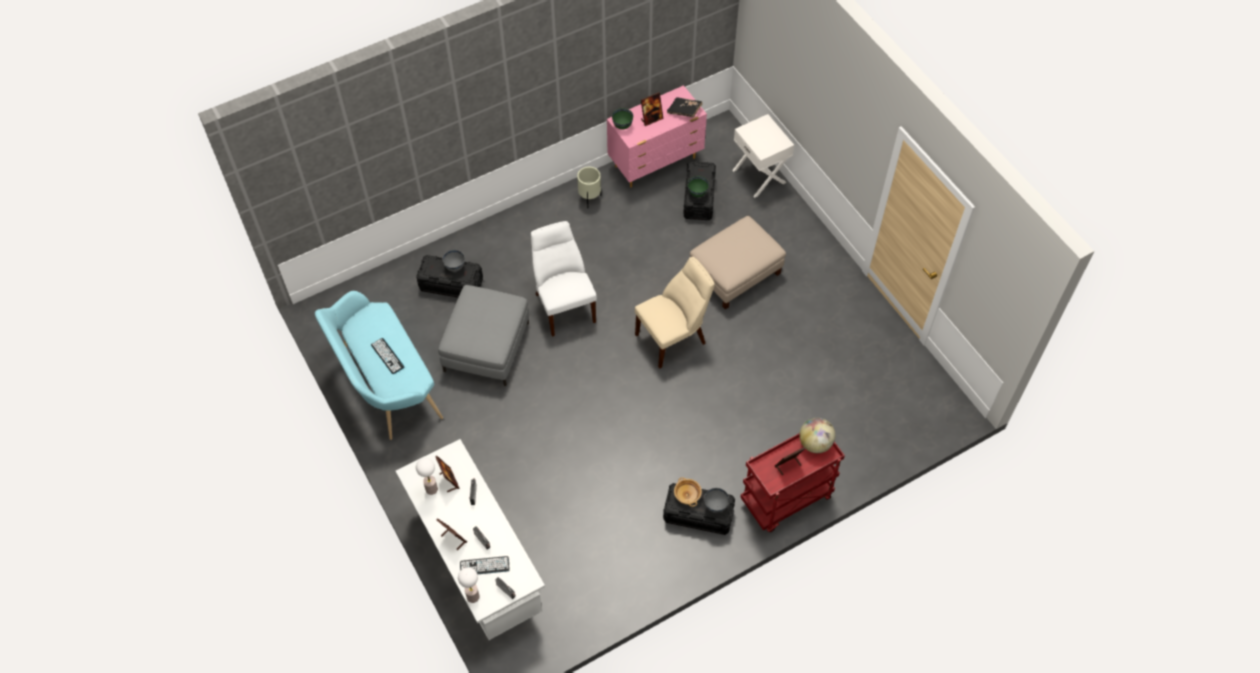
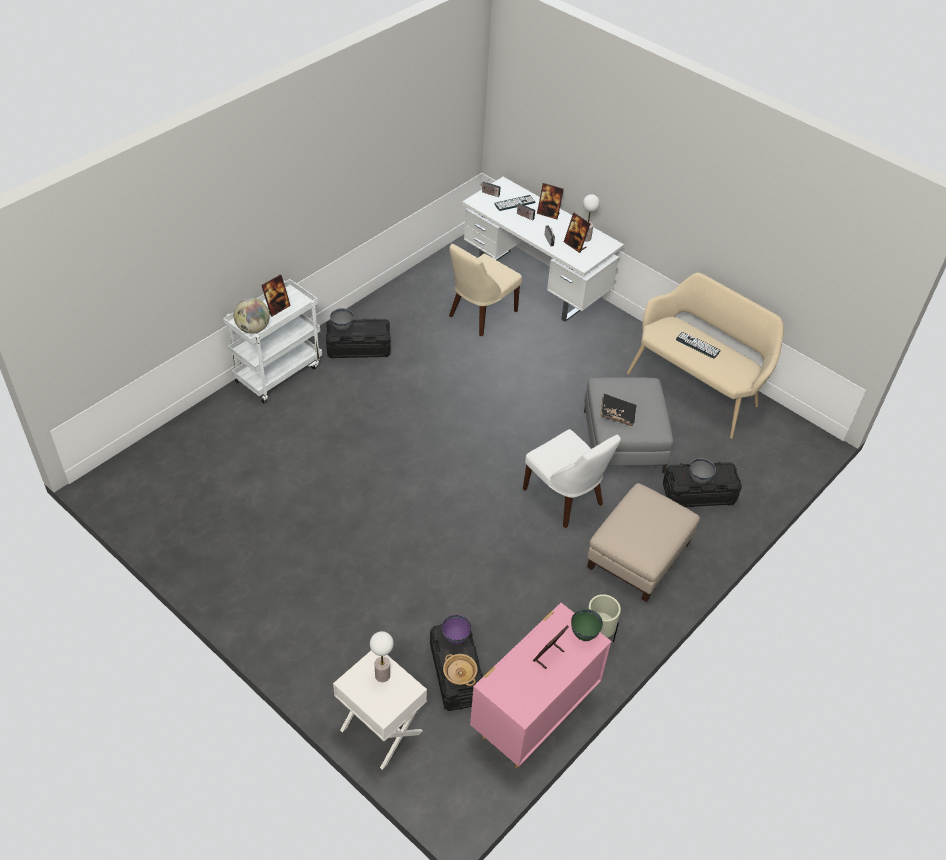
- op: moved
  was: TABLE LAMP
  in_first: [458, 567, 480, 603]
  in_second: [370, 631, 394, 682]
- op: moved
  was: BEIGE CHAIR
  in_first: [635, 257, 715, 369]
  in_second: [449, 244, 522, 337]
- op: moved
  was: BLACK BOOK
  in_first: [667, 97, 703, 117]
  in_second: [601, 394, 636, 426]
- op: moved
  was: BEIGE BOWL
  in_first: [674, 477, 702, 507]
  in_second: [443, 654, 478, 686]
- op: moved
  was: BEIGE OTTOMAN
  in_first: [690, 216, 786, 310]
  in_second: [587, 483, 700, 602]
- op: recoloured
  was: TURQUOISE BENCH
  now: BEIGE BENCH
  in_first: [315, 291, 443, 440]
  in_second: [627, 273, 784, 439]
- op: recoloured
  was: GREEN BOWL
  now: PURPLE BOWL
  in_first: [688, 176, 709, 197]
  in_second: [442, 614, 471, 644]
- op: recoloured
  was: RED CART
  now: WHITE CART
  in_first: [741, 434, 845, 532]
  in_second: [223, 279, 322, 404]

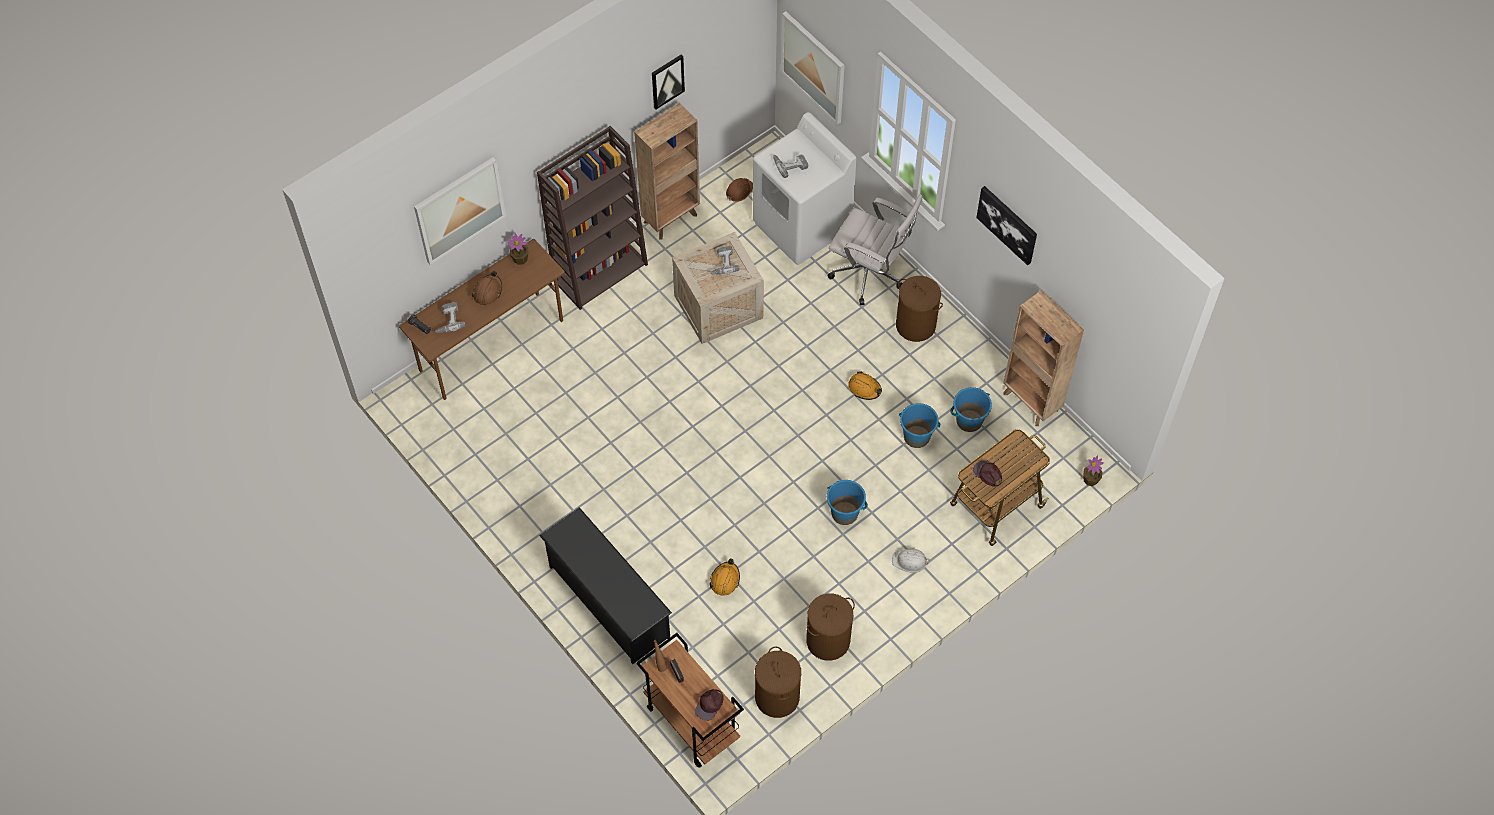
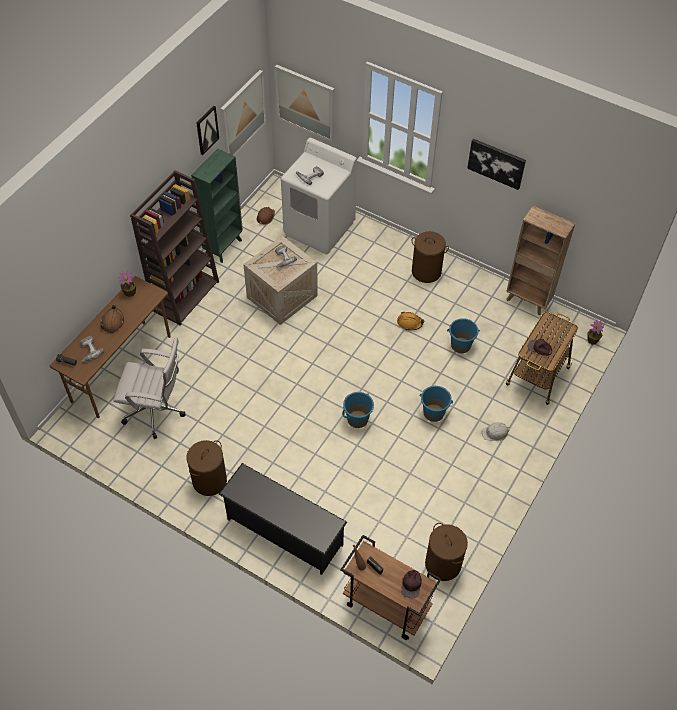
- op: removed
  was: ORANGE HARD HAT
  in_first: [709, 558, 740, 596]
- op: moved
  was: PICTURE
  in_first: [414, 157, 506, 265]
  in_second: [221, 70, 266, 156]
- op: moved
  was: BROWN LAUNDRY BASKET
  in_first: [806, 594, 855, 661]
  in_second: [186, 440, 227, 496]
- op: moved
  was: WHITE OFFICE CHAIR
  in_first: [828, 194, 922, 305]
  in_second: [113, 337, 186, 439]
- op: moved
  was: BLUE BUCKET
  in_first: [950, 387, 992, 432]
  in_second: [342, 392, 374, 428]
- op: recoloured
  was: BROWN BOOKCASE
  now: GREEN BOOKCASE
  in_first: [634, 103, 700, 239]
  in_second: [191, 148, 243, 263]

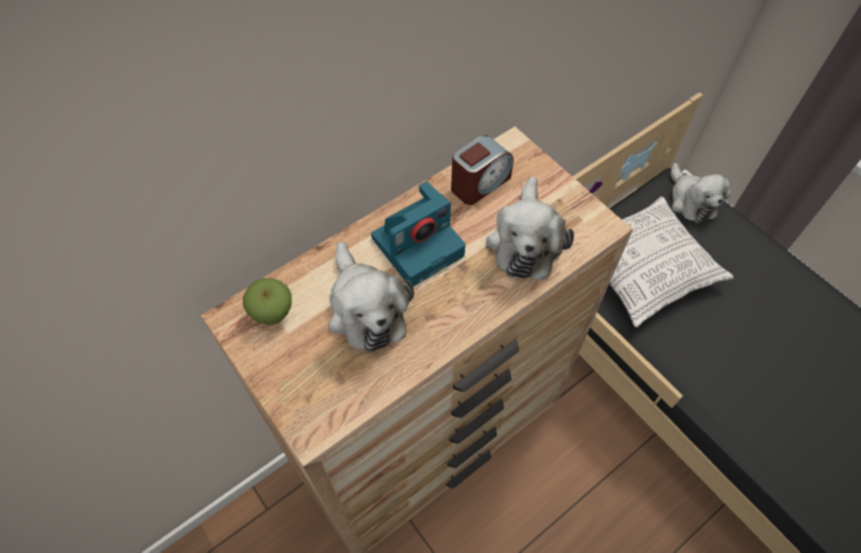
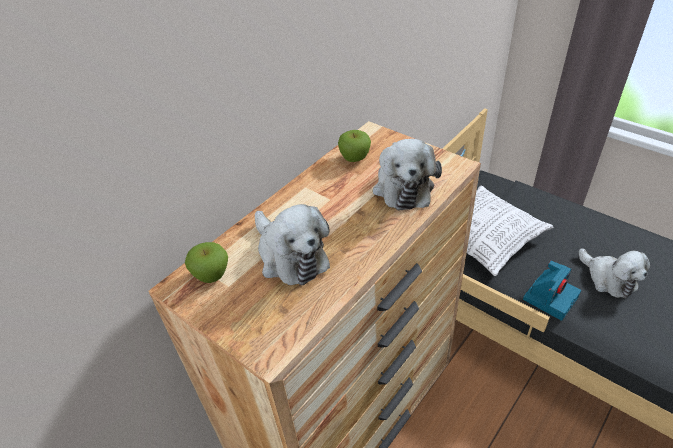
- op: moved
  was: PHOTO CAMERA
  in_first: [371, 181, 466, 287]
  in_second: [523, 261, 581, 321]
- op: moved
  was: PLUSH TOY
  in_first: [670, 163, 731, 223]
  in_second: [579, 248, 650, 298]
- op: replaced
  was: ALARM CLOCK
  now: APPLE
  in_first: [451, 135, 513, 205]
  in_second: [338, 130, 371, 162]

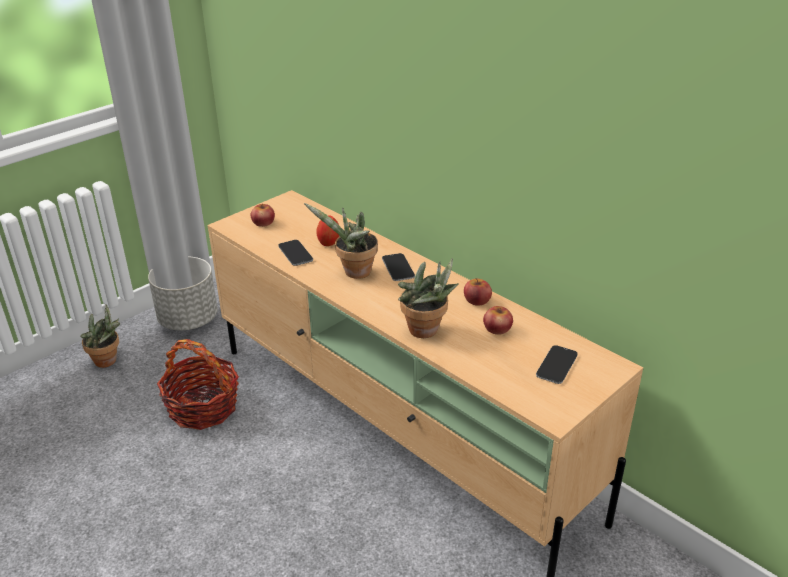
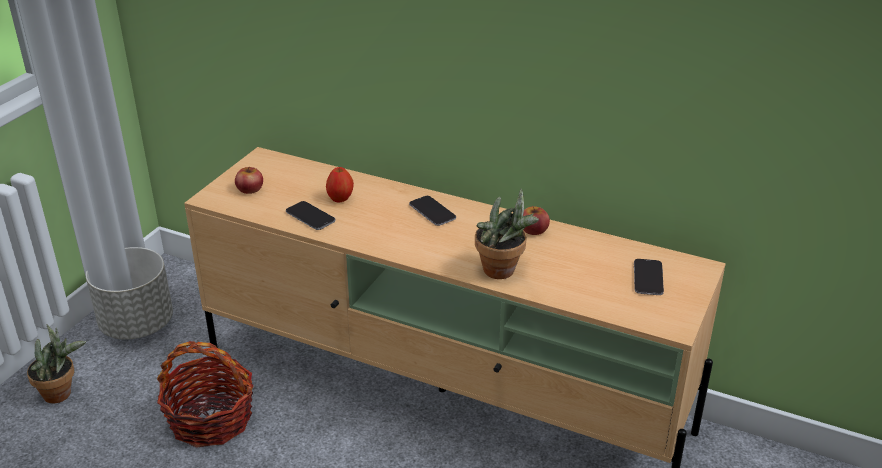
- op: removed
  was: POTTED PLANT
  in_first: [304, 203, 378, 279]
- op: removed
  was: APPLE
  in_first: [483, 306, 513, 335]

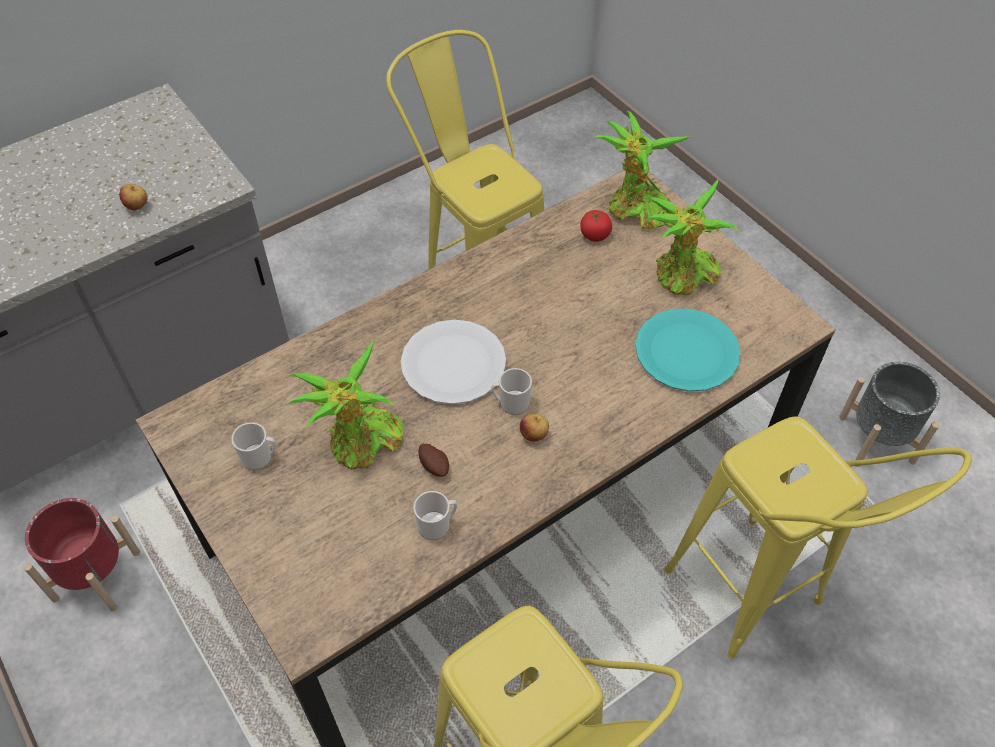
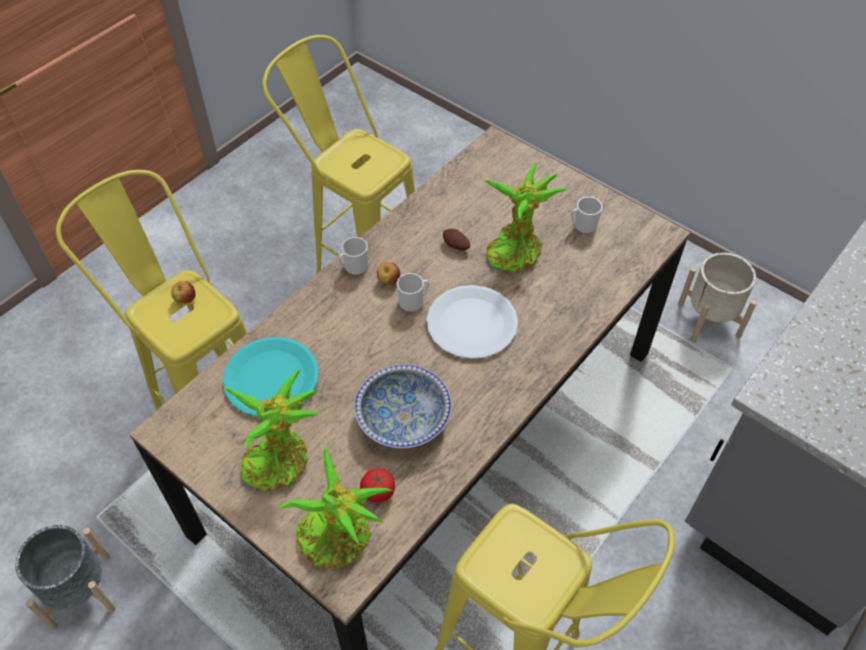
- op: added
  now: BOWL
  in_second: [354, 365, 452, 448]
- op: moved
  was: APPLE
  in_first: [119, 184, 148, 210]
  in_second: [171, 281, 196, 304]
- op: moved
  was: MUG
  in_first: [413, 491, 457, 540]
  in_second: [338, 237, 368, 275]
- op: recoloured
  was: RED PLANTER
  now: BEIGE PLANTER
  in_first: [24, 498, 140, 611]
  in_second: [678, 253, 757, 342]

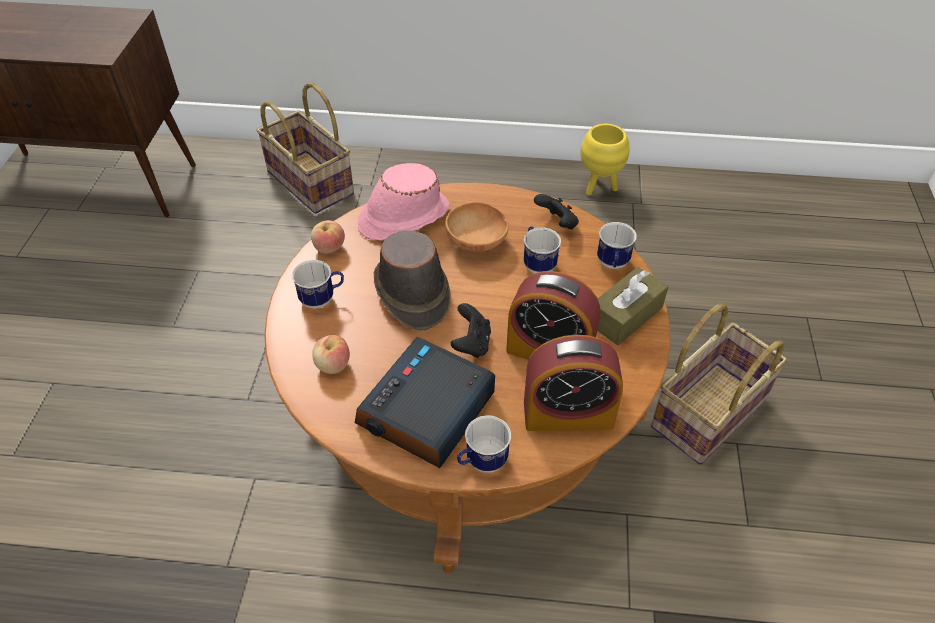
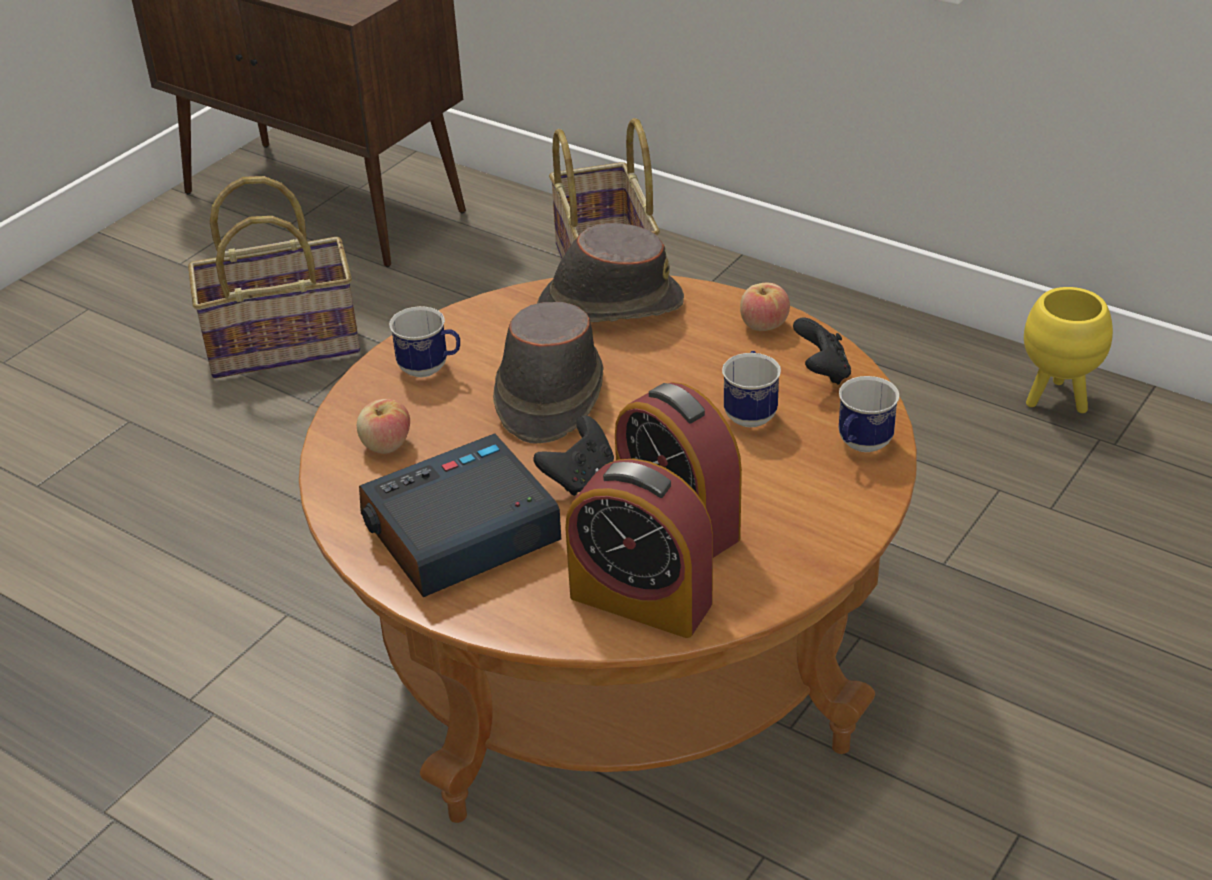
- op: removed
  was: BROWN BOWL
  in_first: [445, 202, 509, 252]
- op: removed
  was: MUG
  in_first: [457, 416, 511, 473]
- op: removed
  was: BROWN TISSUE BOX
  in_first: [597, 267, 668, 345]
- op: moved
  was: APPLE
  in_first: [311, 220, 345, 254]
  in_second: [740, 283, 790, 331]
- op: moved
  was: BASKET
  in_first: [651, 303, 788, 465]
  in_second: [188, 176, 360, 378]
- op: recoloured
  was: PINK HAT
  now: BROWN HAT
  in_first: [358, 163, 450, 240]
  in_second: [537, 223, 684, 322]

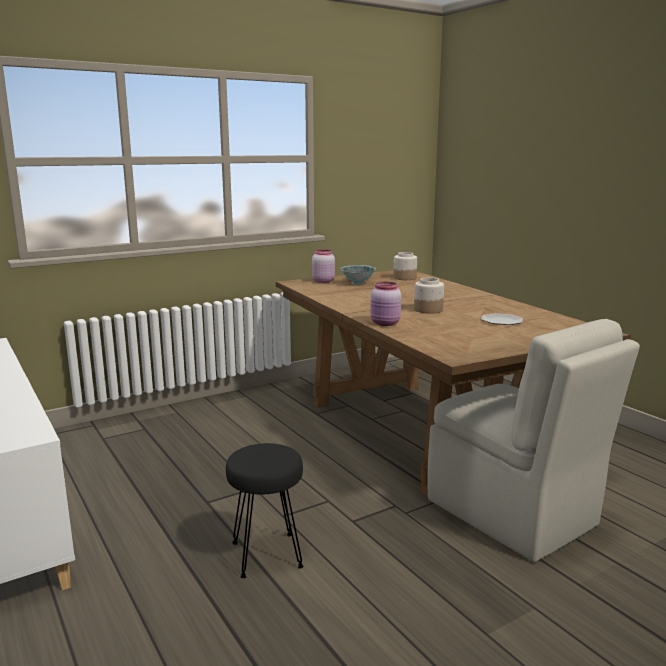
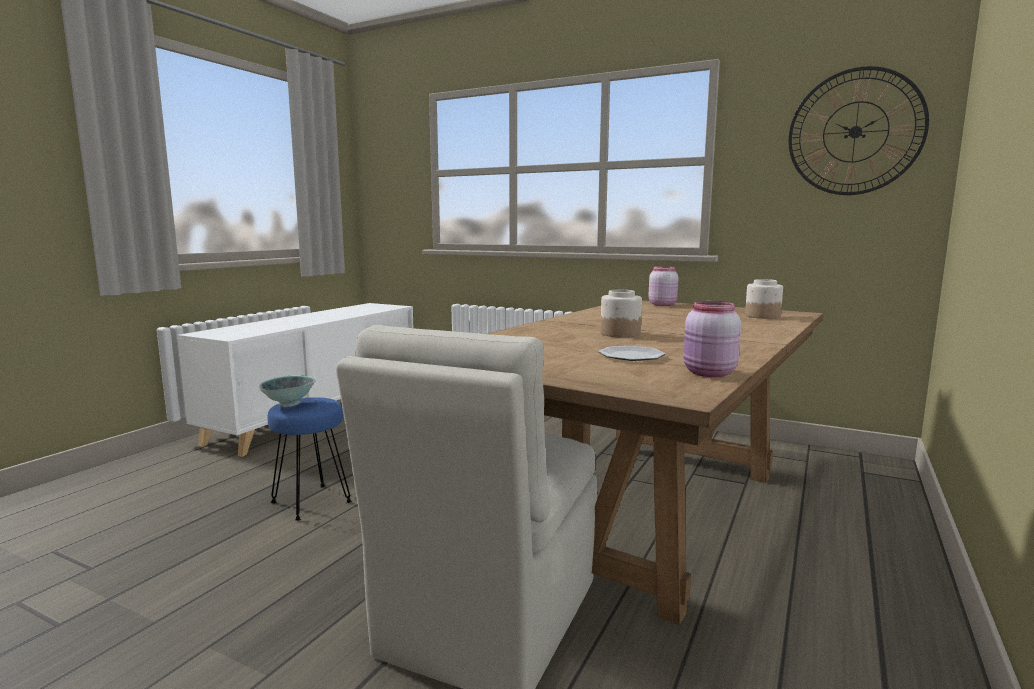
- op: added
  now: WALL CLOCK
  in_second: [789, 66, 929, 195]
- op: moved
  was: BOWL
  in_first: [341, 265, 376, 285]
  in_second: [258, 375, 316, 407]
- op: moved
  was: PINK JAR
  in_first: [370, 282, 401, 326]
  in_second: [684, 301, 741, 377]
- op: recoloured
  was: BLACK STOOL
  now: BLUE STOOL
  in_first: [226, 443, 304, 578]
  in_second: [267, 397, 352, 521]

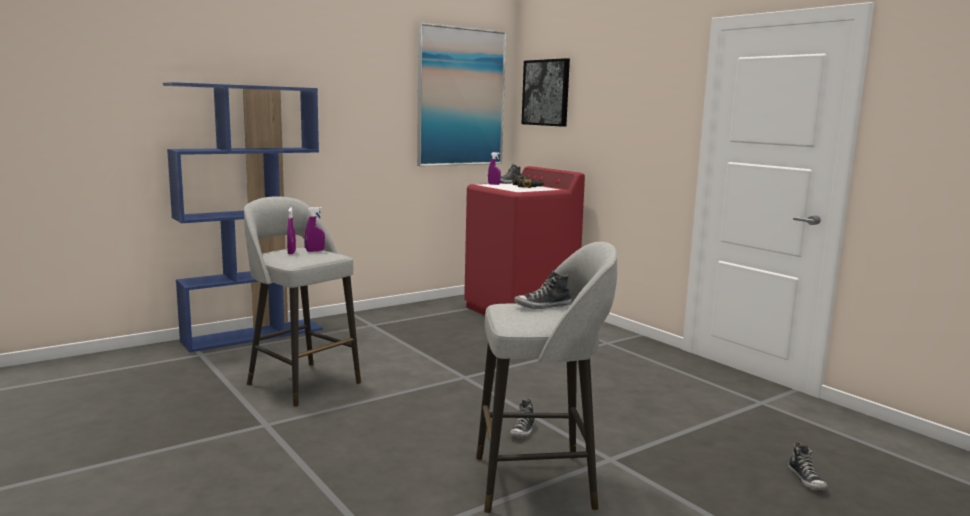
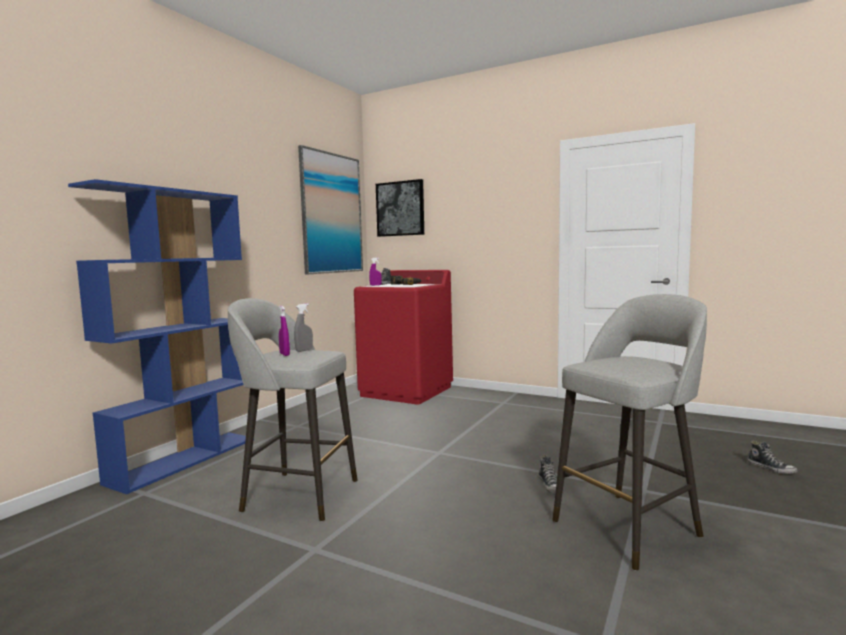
- op: removed
  was: SHOE
  in_first: [514, 270, 571, 309]
- op: recoloured
  was: PURPLE SPRAY BOTTLE
  now: GREY SPRAY BOTTLE
  in_first: [305, 207, 325, 252]
  in_second: [294, 303, 313, 352]

